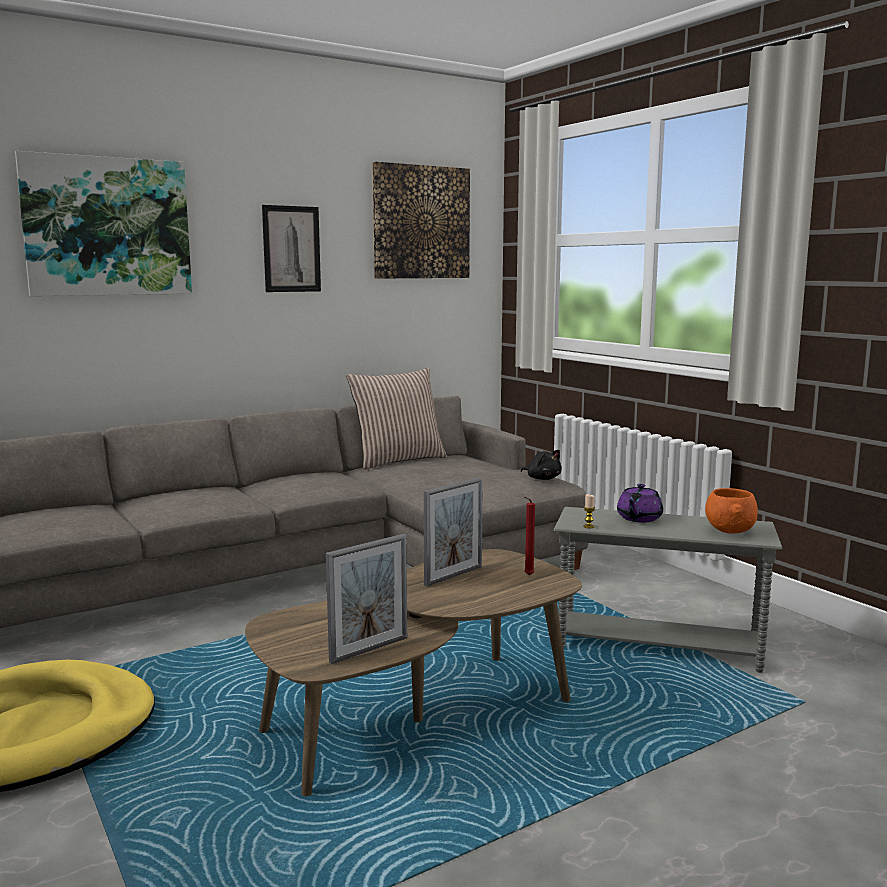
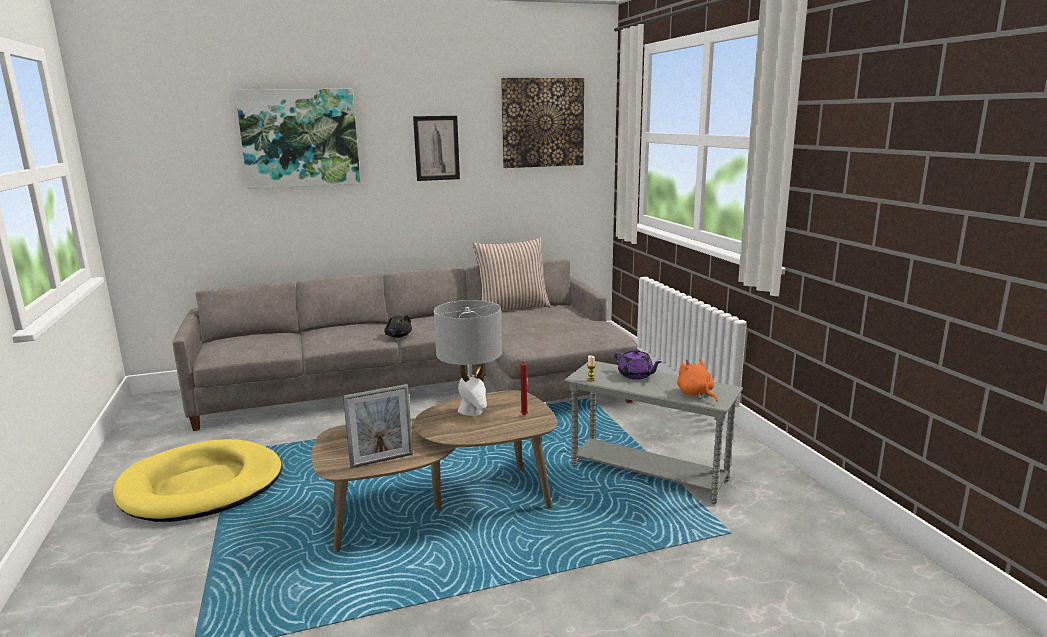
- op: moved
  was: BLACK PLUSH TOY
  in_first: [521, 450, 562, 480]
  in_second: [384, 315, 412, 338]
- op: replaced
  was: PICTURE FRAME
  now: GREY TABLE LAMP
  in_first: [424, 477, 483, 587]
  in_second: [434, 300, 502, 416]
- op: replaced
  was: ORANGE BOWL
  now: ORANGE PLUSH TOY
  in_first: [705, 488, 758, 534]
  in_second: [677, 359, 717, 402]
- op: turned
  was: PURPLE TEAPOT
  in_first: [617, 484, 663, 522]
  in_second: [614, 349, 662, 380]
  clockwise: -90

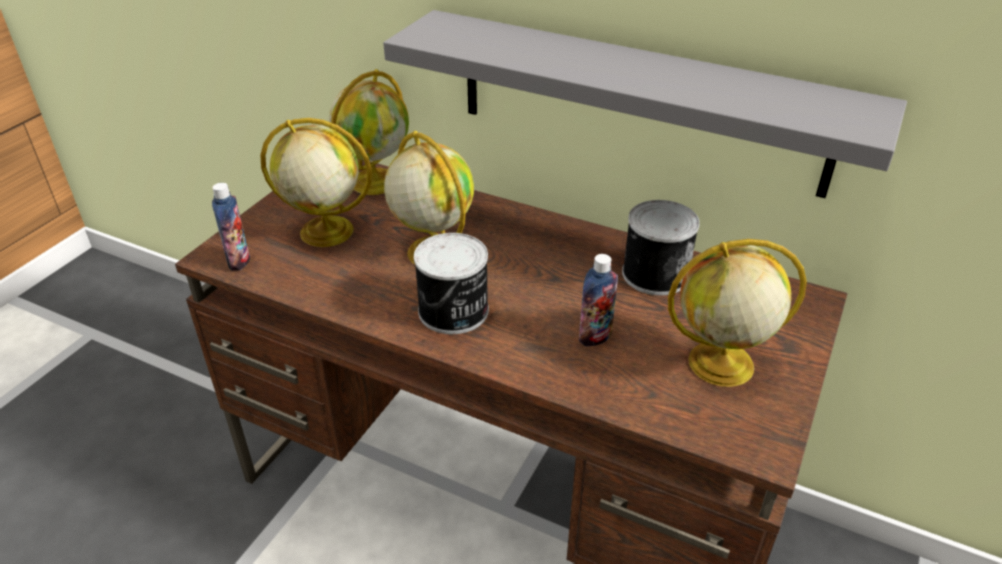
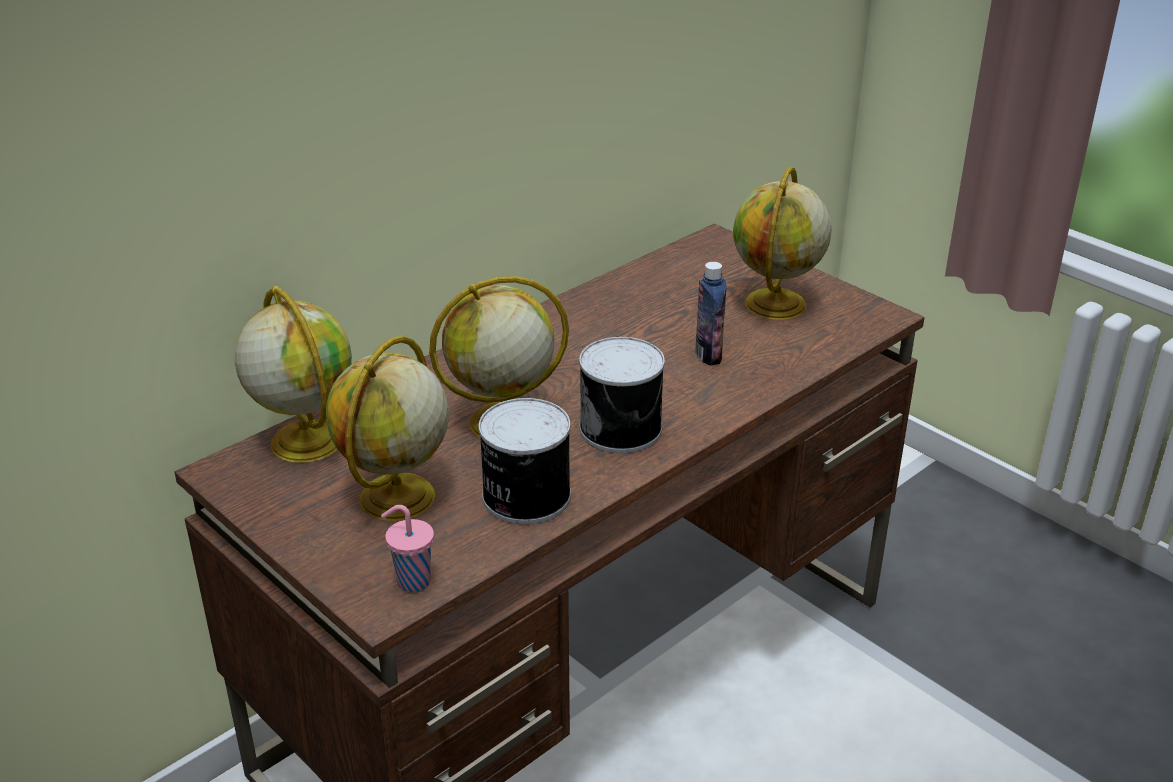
- op: removed
  was: GREY SHELF
  in_first: [383, 10, 907, 198]
- op: moved
  was: CAN
  in_first: [622, 200, 700, 296]
  in_second: [479, 398, 571, 524]
- op: replaced
  was: BOTTLE
  now: PINK CUP
  in_first: [212, 183, 250, 271]
  in_second: [381, 505, 434, 592]

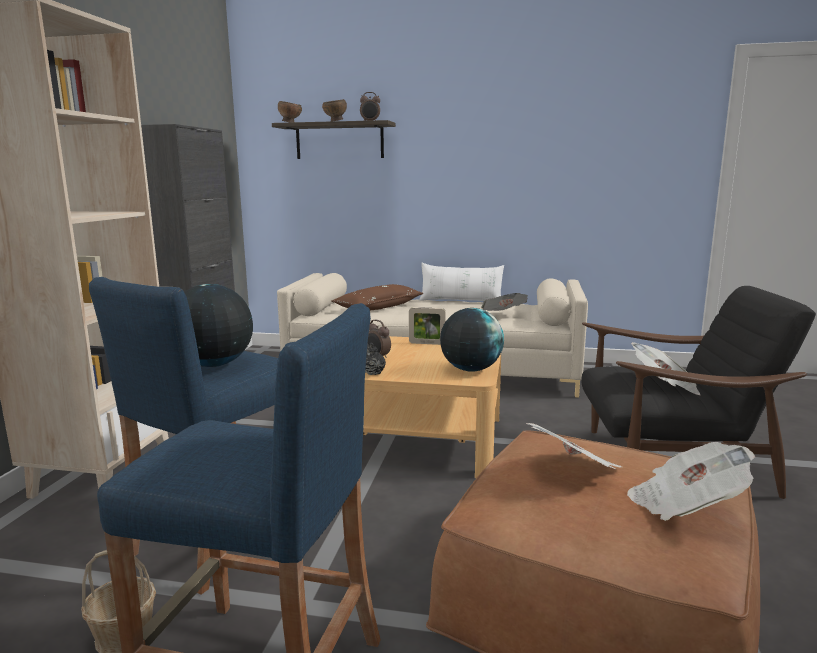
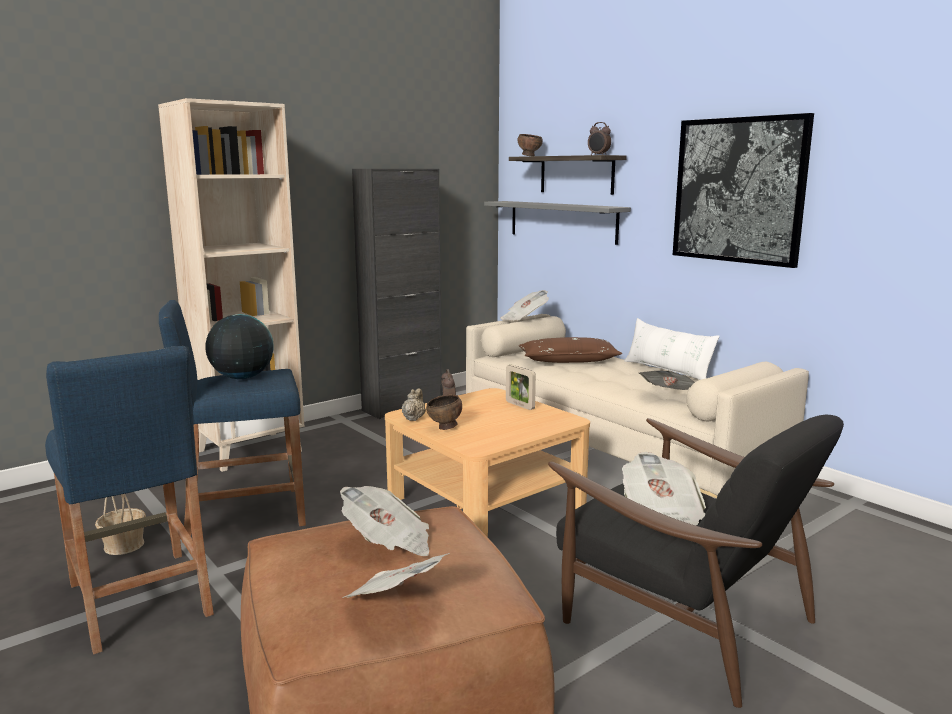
- op: removed
  was: GLOBE
  in_first: [440, 308, 504, 372]
- op: added
  now: GREY SHELF
  in_second: [484, 201, 631, 245]
- op: added
  now: NEWSPAPER
  in_second: [500, 290, 549, 321]
- op: added
  now: PICTURE
  in_second: [673, 113, 814, 268]
- op: moved
  was: BROWN BOWL
  in_first: [322, 99, 347, 121]
  in_second: [426, 394, 462, 430]
- op: recoloured
  was: BLACK TEAPOT
  now: BEIGE TEAPOT
  in_first: [365, 342, 386, 375]
  in_second: [402, 388, 426, 421]

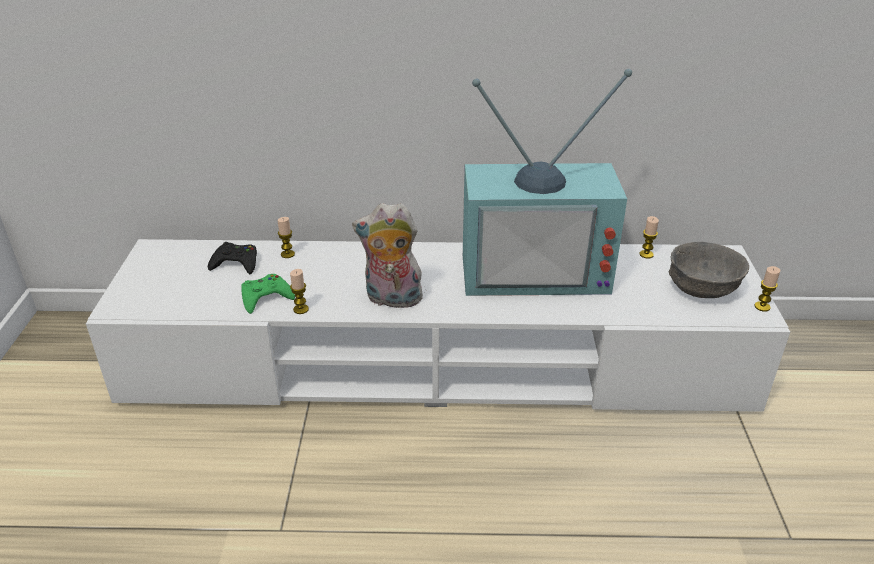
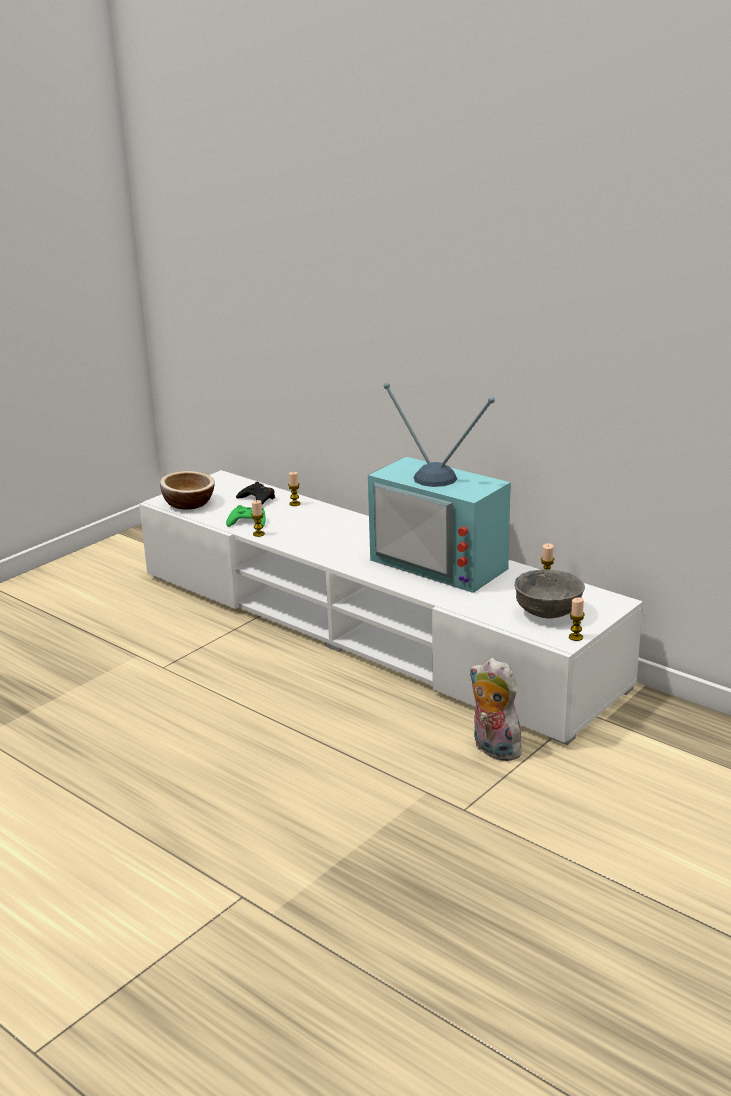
- op: added
  now: BOWL
  in_second: [160, 471, 215, 510]
- op: moved
  was: PLUSH TOY
  in_first: [352, 203, 423, 308]
  in_second: [469, 658, 524, 761]

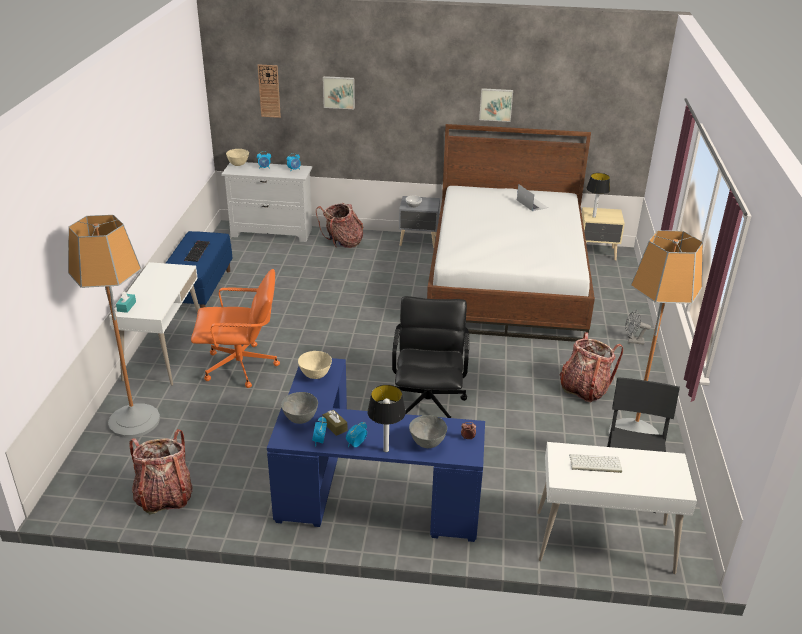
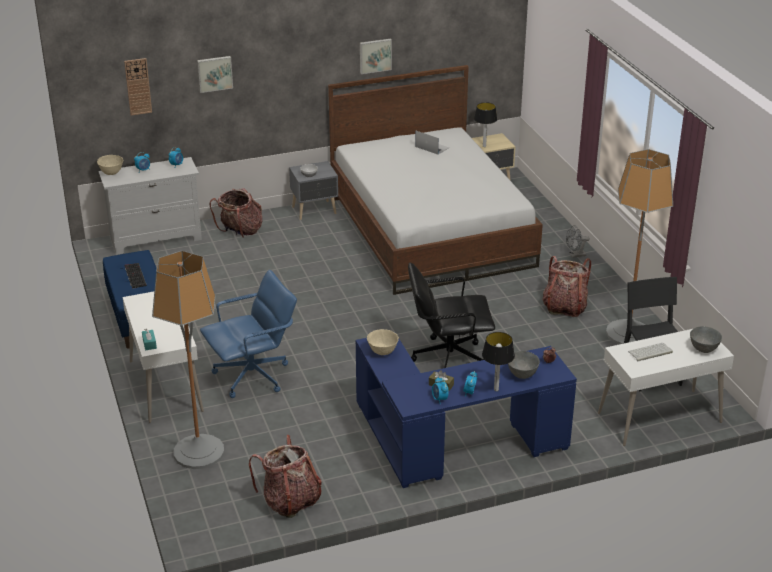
- op: moved
  was: GREY BOWL
  in_first: [281, 392, 318, 424]
  in_second: [690, 326, 722, 353]
- op: recoloured
  was: ORANGE OFFICE CHAIR
  now: BLUE OFFICE CHAIR
  in_first: [191, 269, 280, 388]
  in_second: [200, 270, 297, 398]
- op: turned
  was: BLACK OFFICE CHAIR
  in_first: [392, 296, 469, 418]
  in_second: [408, 263, 495, 368]
  clockwise: -75

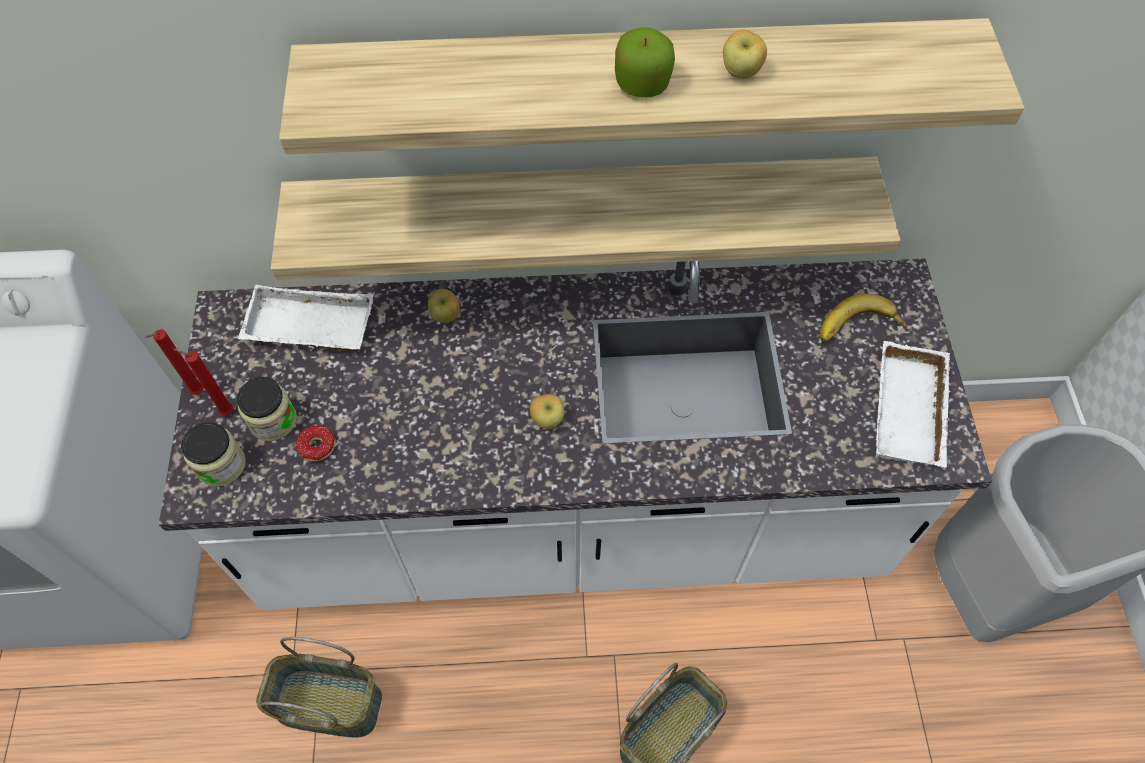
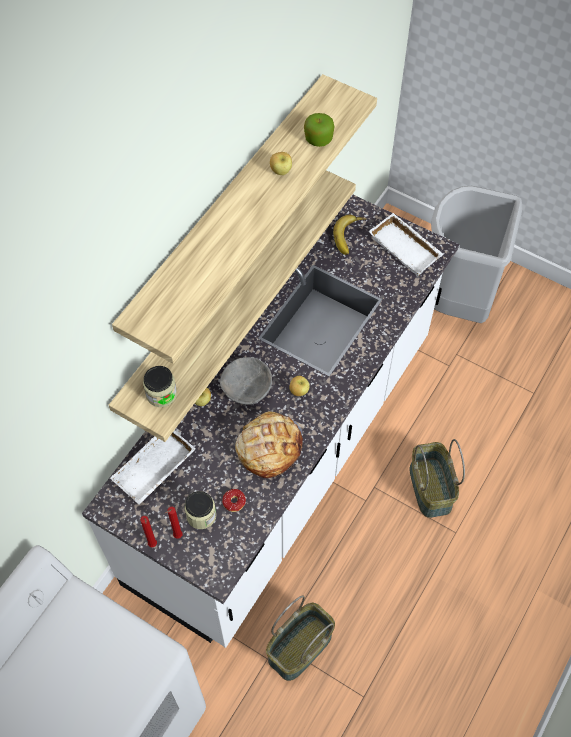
- op: added
  now: GREY BOWL
  in_second: [220, 357, 272, 405]
- op: added
  now: BREAD
  in_second: [235, 411, 305, 478]
- op: moved
  was: JAR
  in_first: [181, 422, 246, 487]
  in_second: [143, 366, 177, 407]
- op: moved
  was: APPLE
  in_first: [615, 28, 675, 97]
  in_second: [304, 113, 335, 147]

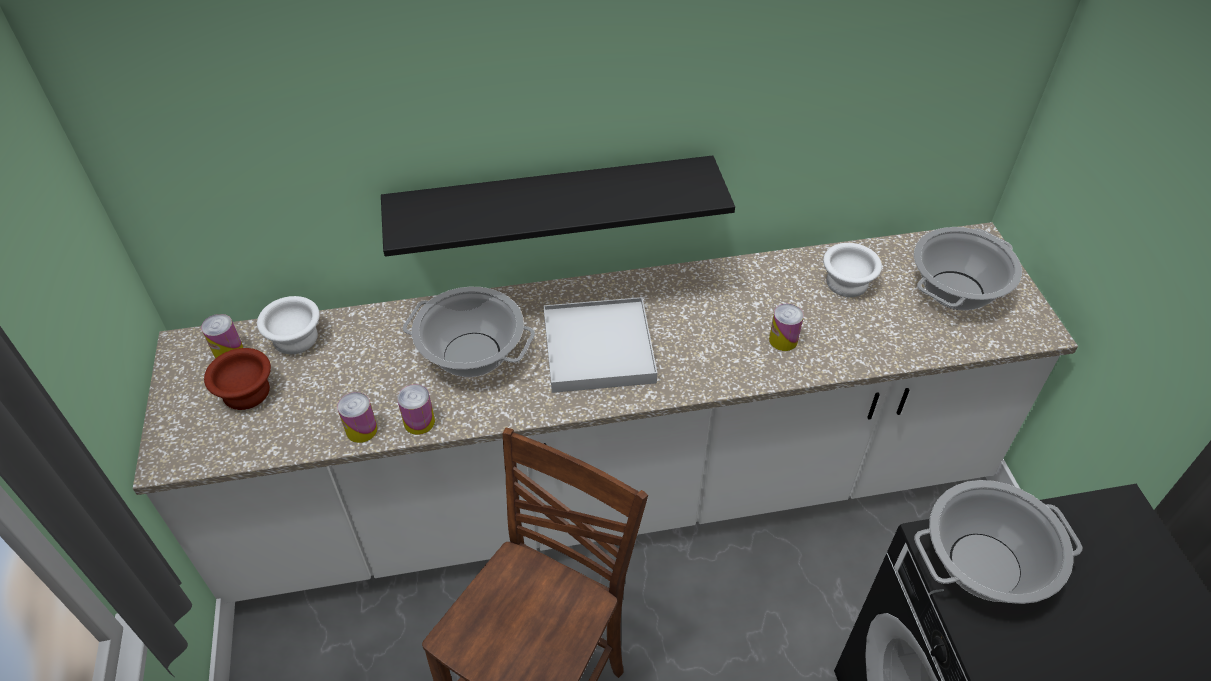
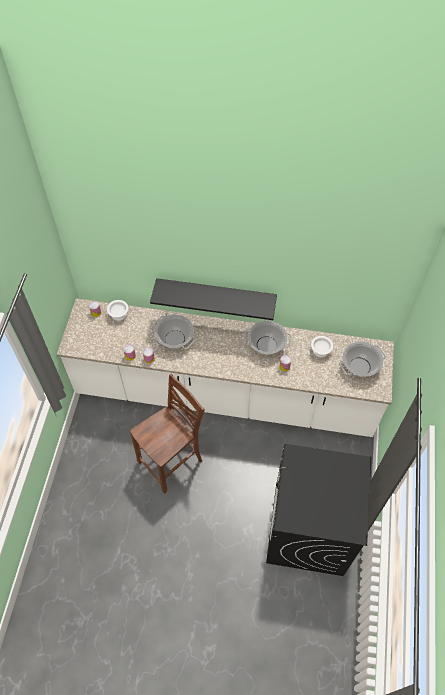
- op: removed
  was: BROWN BOWL
  in_first: [204, 348, 271, 410]
- op: removed
  was: WHITE TRAY
  in_first: [543, 297, 657, 393]
- op: moved
  was: COOKING POT
  in_first: [914, 480, 1082, 604]
  in_second: [244, 321, 291, 355]

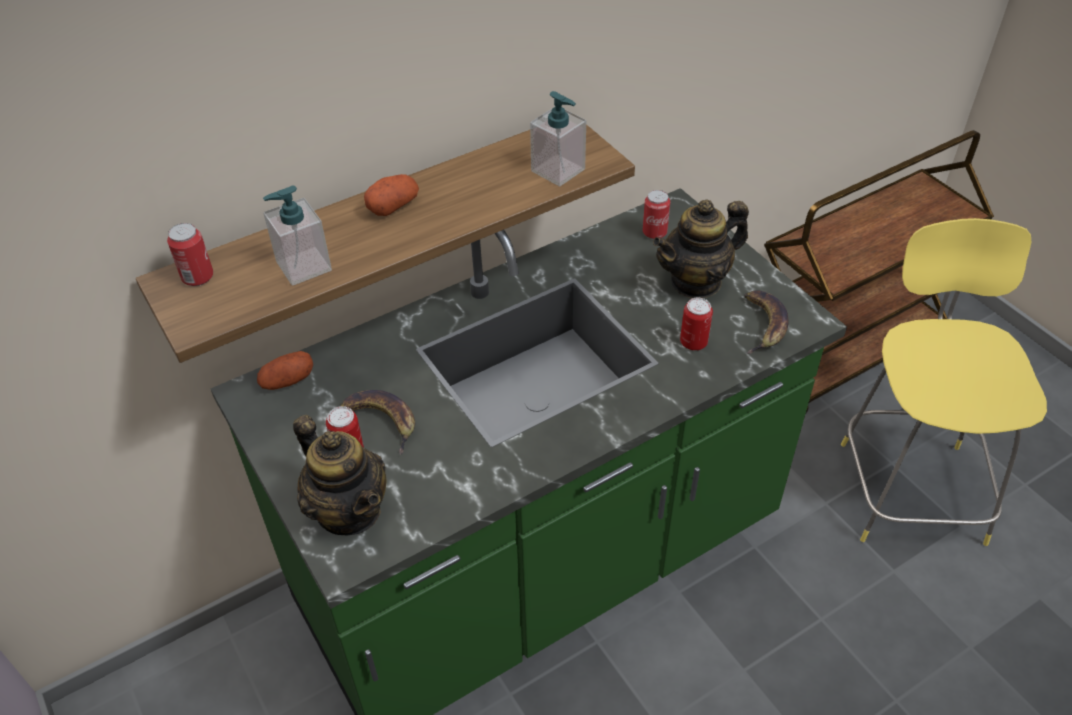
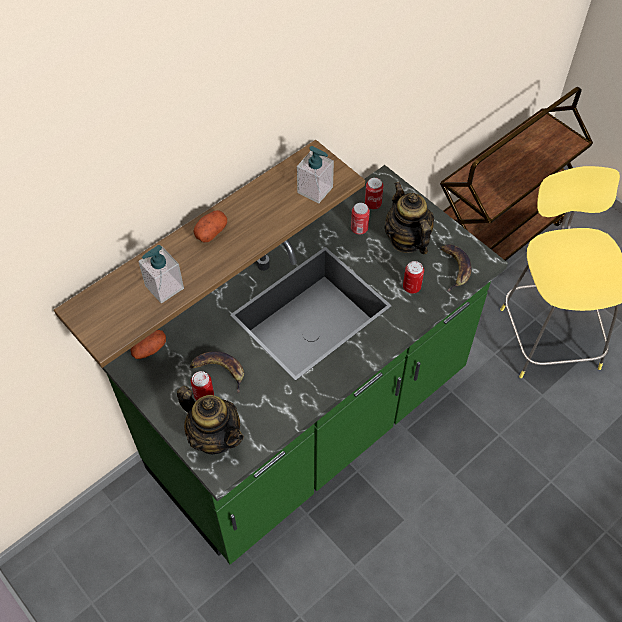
- op: moved
  was: CAN
  in_first: [167, 223, 213, 286]
  in_second: [351, 203, 370, 235]
- op: turned
  was: TEAPOT
  in_first: [653, 199, 749, 299]
  in_second: [384, 182, 434, 254]
  clockwise: 105

